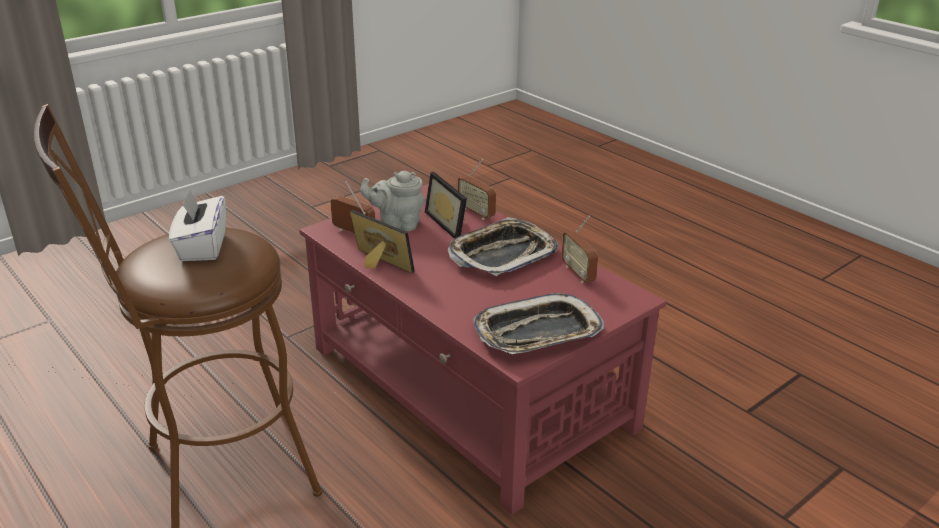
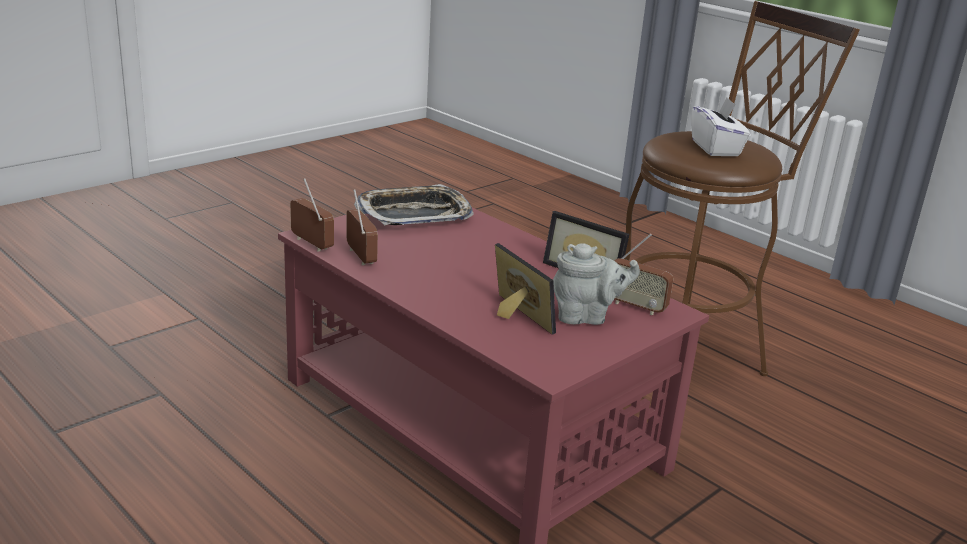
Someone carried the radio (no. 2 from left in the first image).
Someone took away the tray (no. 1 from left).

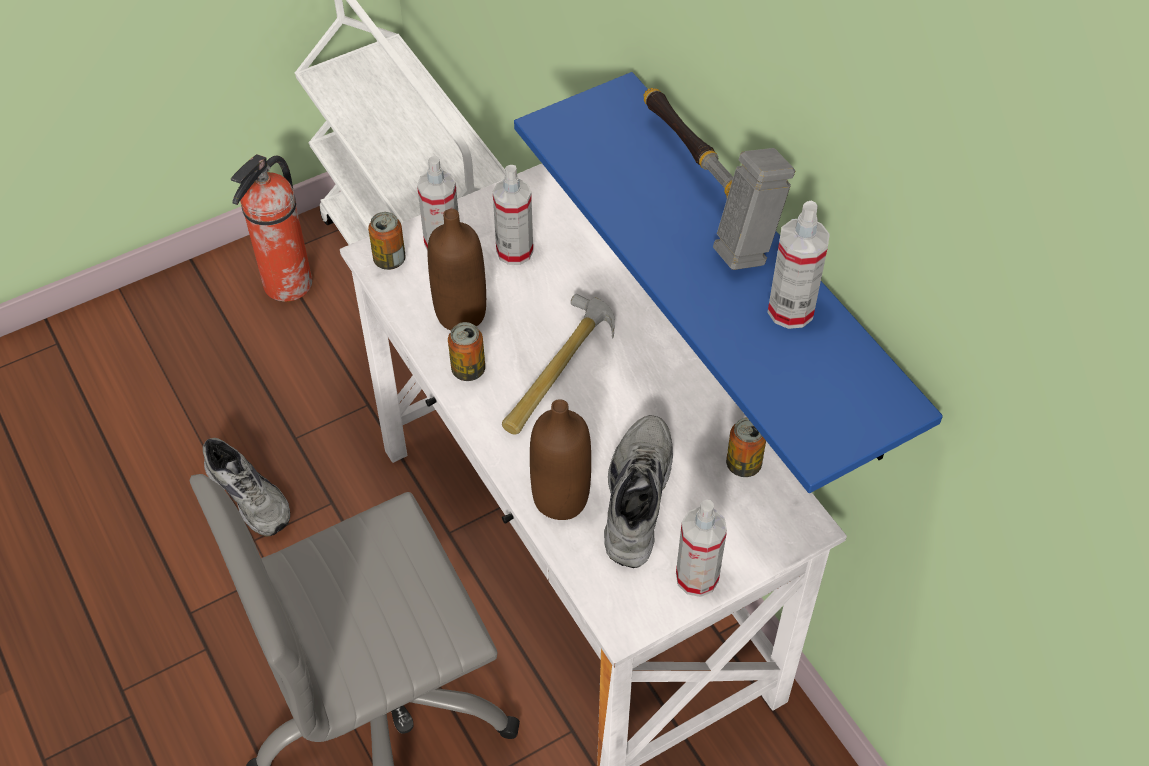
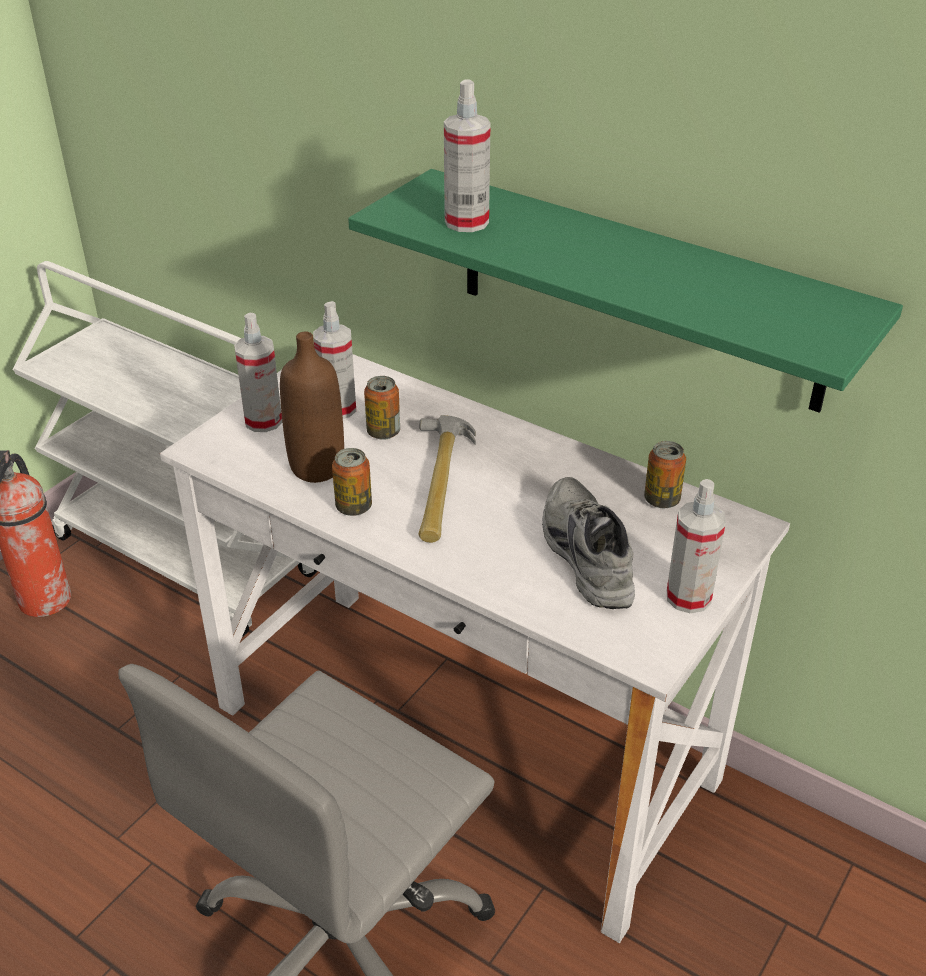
Someone repainted the shelf (blue), which became the shelf (green).
Someone took away the hammer (no. 2 from left).
Someone carried the spray bottle (no. 4 from left in the first image).
Someone carried the can (no. 1 from left in the first image).
Someone took away the bottle (brown) (no. 2 from left).
Someone took away the shoe (grey) (no. 1 from left).

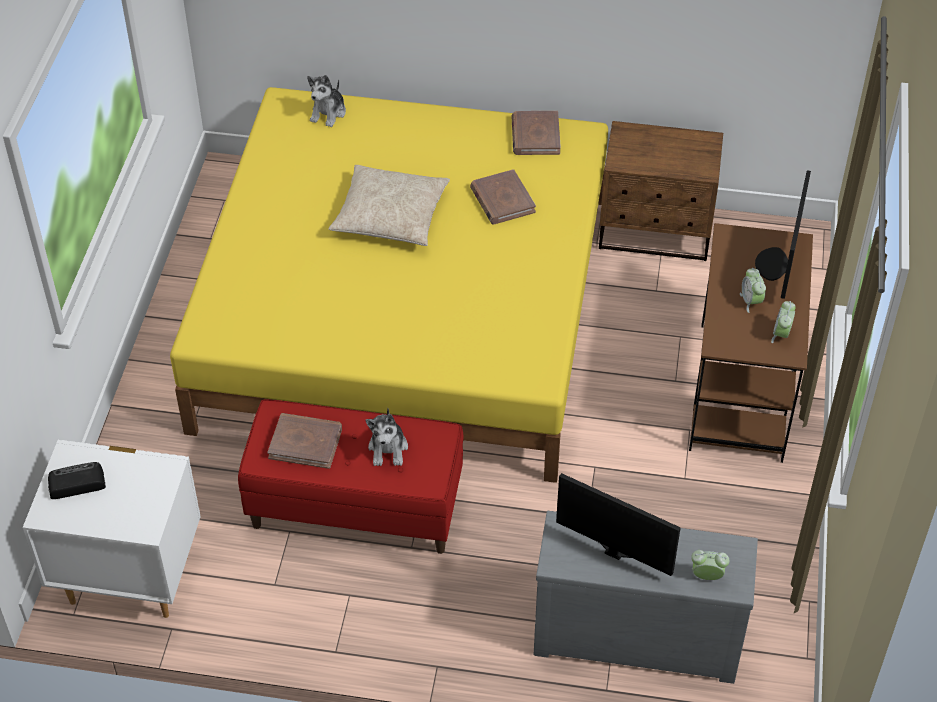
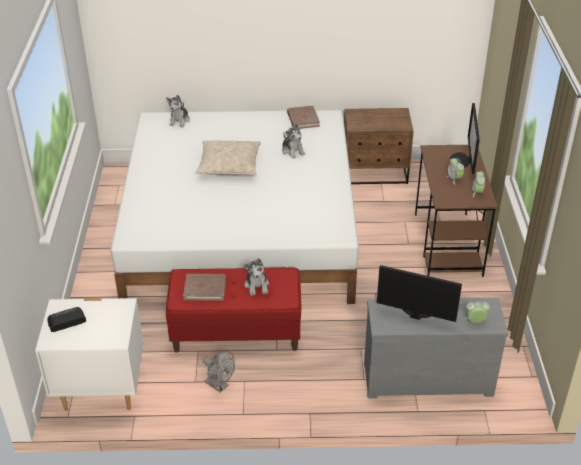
Someone repainted the bed (yellow), which became the bed (white).
Someone swapped the book (brown) (no. 2 from left) for the plush toy (no. 3 from left).
Someone put down the fan (grey).

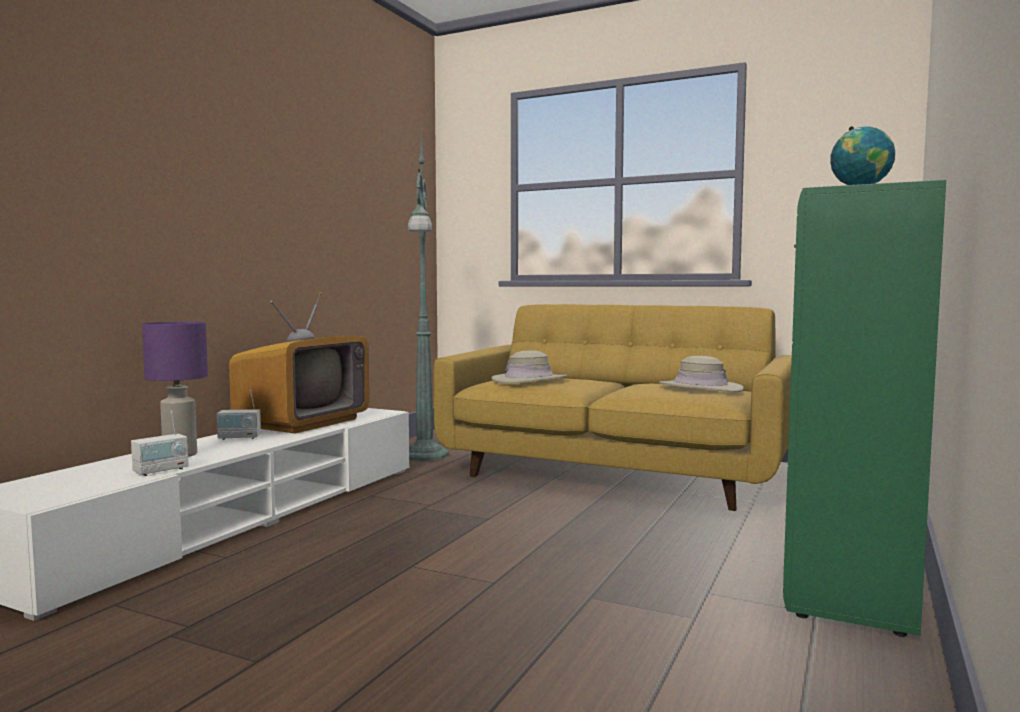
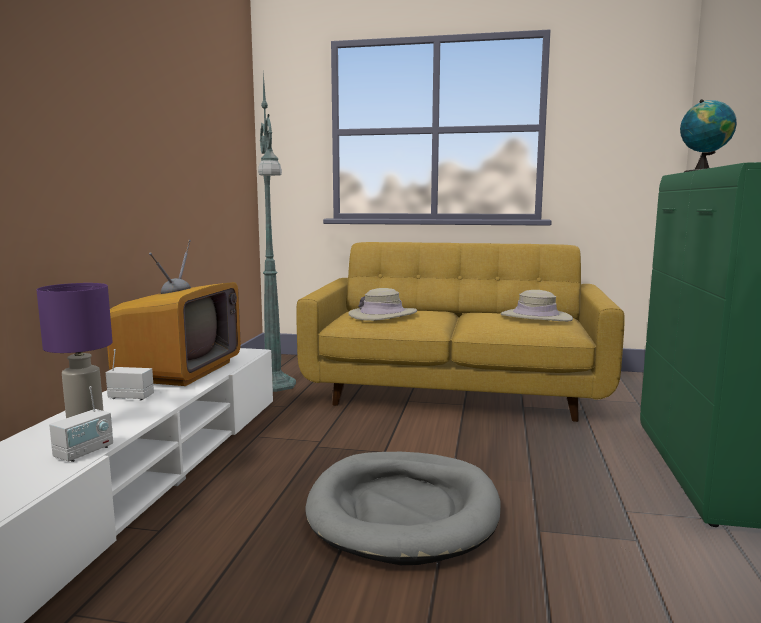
Someone rotated the radio (no. 2 from left) by 150 degrees counterclockwise.
Someone put down the dog bed (grey).

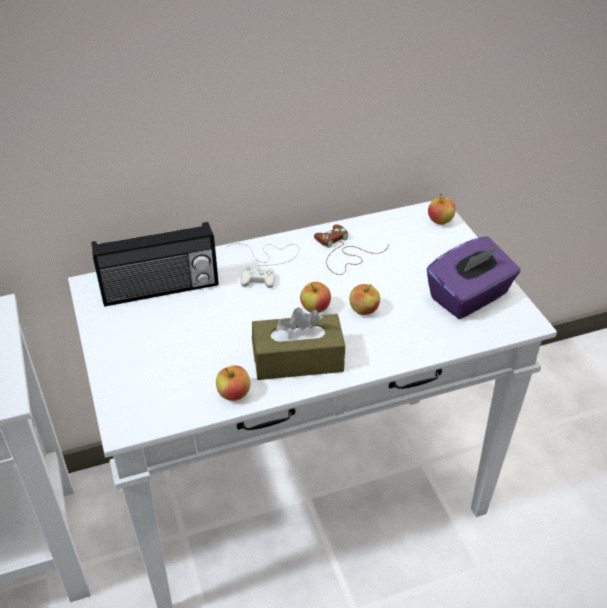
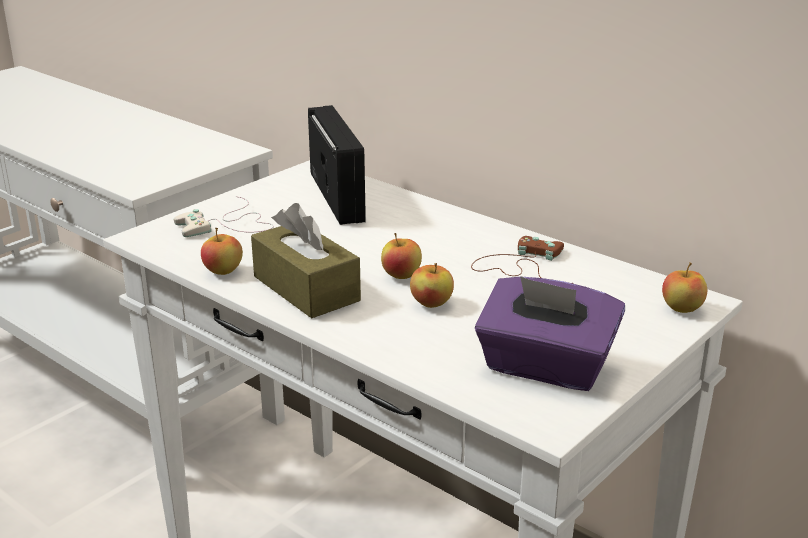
Someone rotated the radio by 150 degrees counterclockwise.
Someone carried the game controller (white).

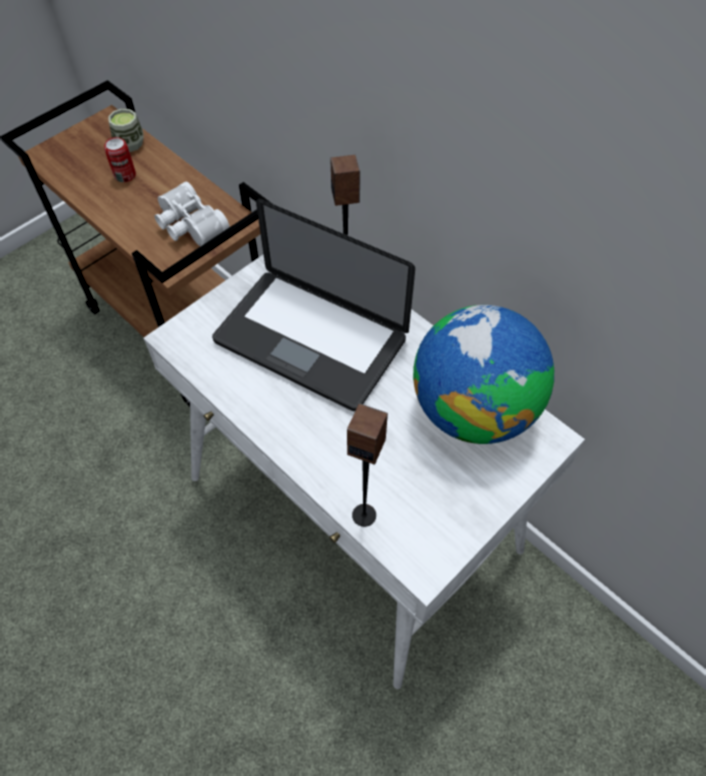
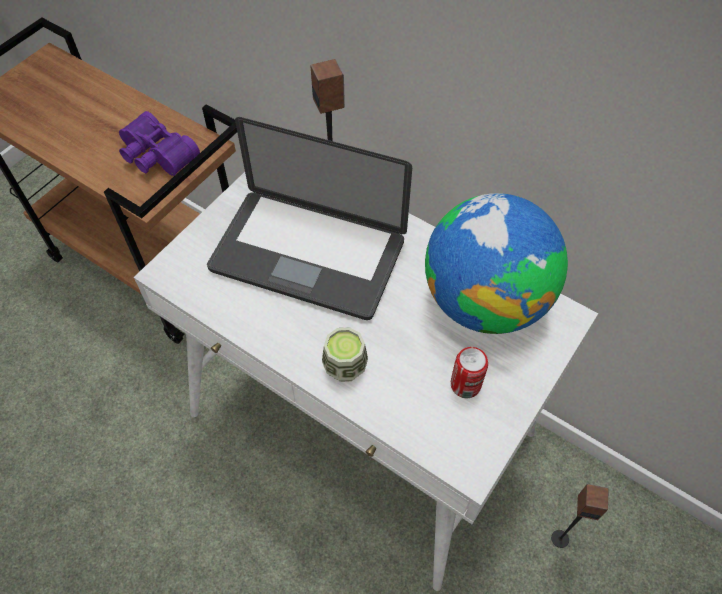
Someone carried the cup.
Someone carried the can.
Someone repainted the binoculars (white), which became the binoculars (purple).
Someone carried the speaker (no. 2 from left).

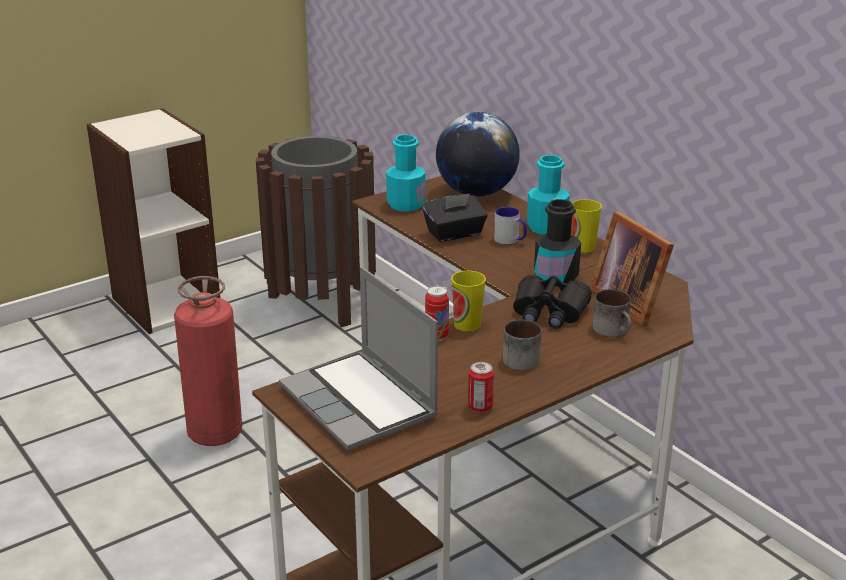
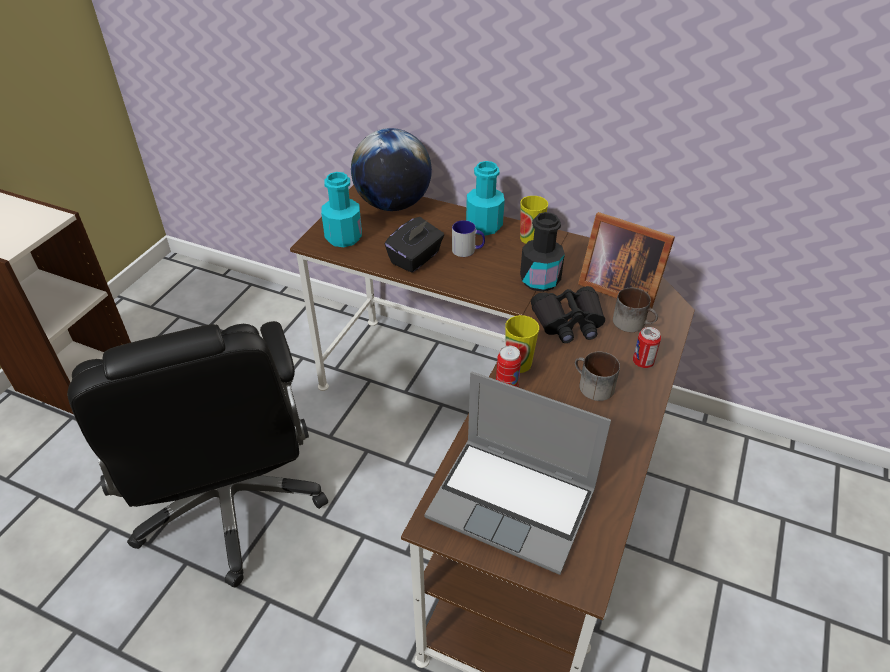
Someone took away the trash can (brown).
Someone swapped the fire extinguisher for the office chair (black).
Someone carried the can (no. 2 from left).

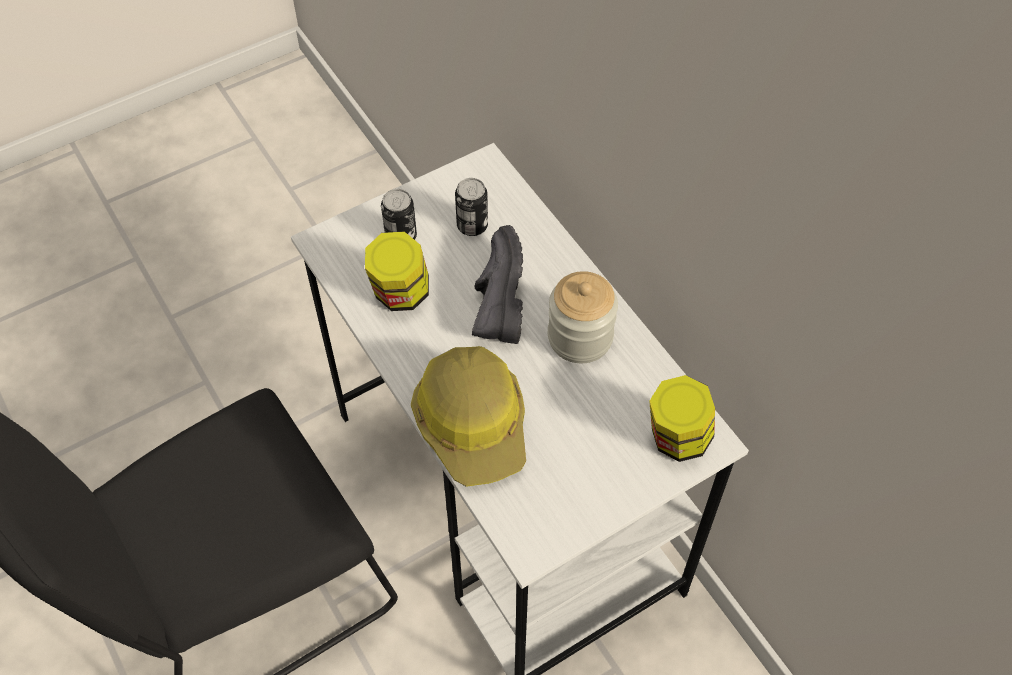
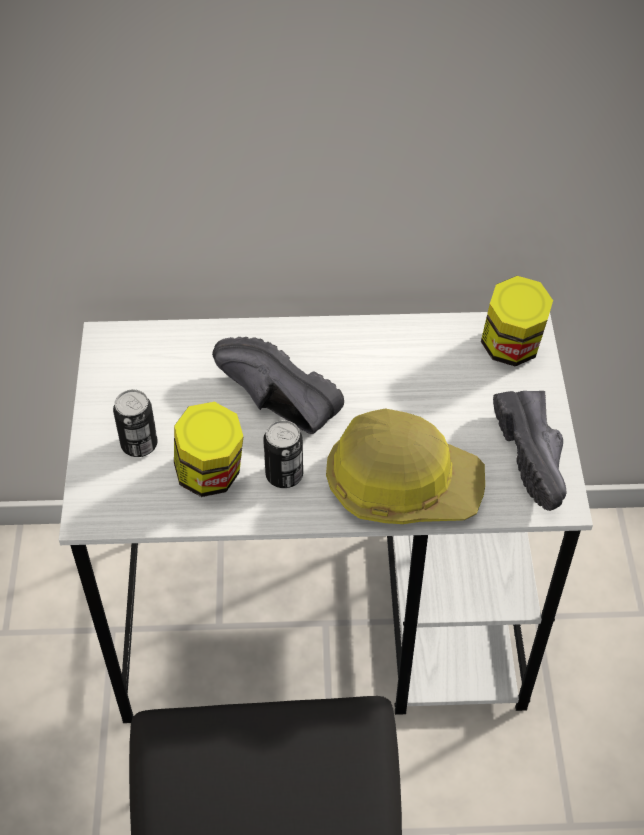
Someone carried the can (no. 2 from left).
Someone took away the jar (no. 2 from left).
Someone put down the shoe (black) (no. 2 from left).

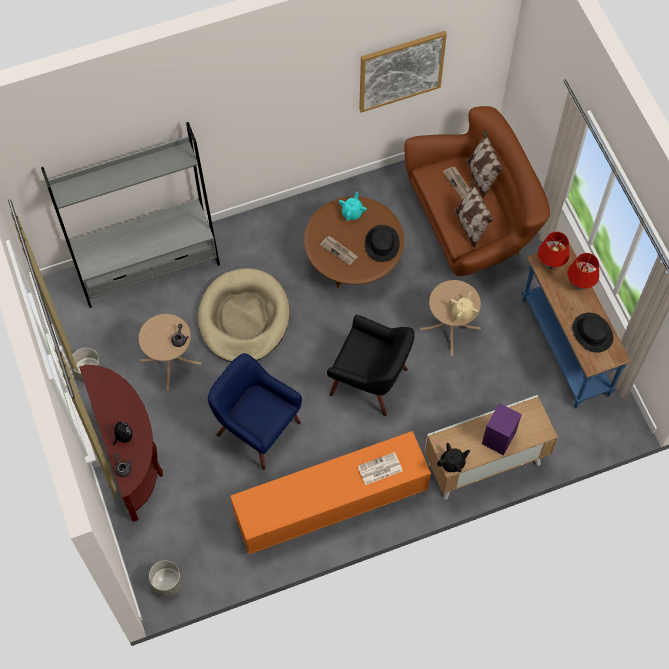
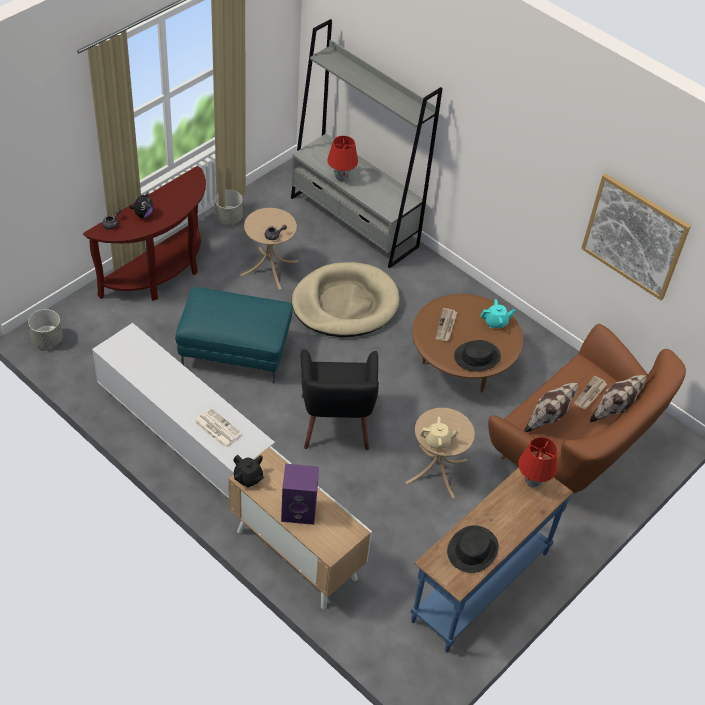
Someone carried the table lamp (red) (no. 2 from left in the first image).
Someone swapped the armchair (blue) for the ottoman (turquoise).
Someone repainted the tv stand (orange), which became the tv stand (white).

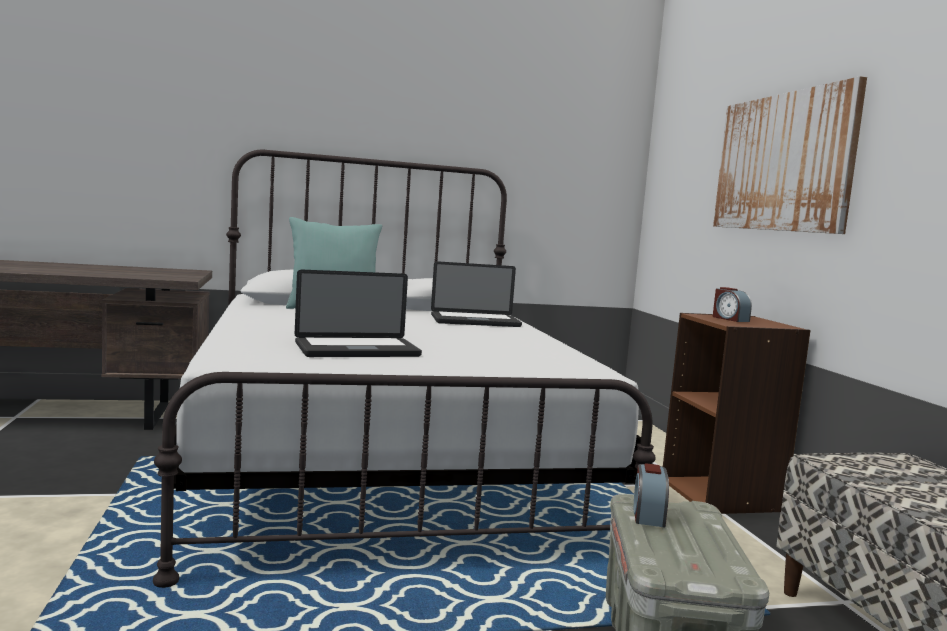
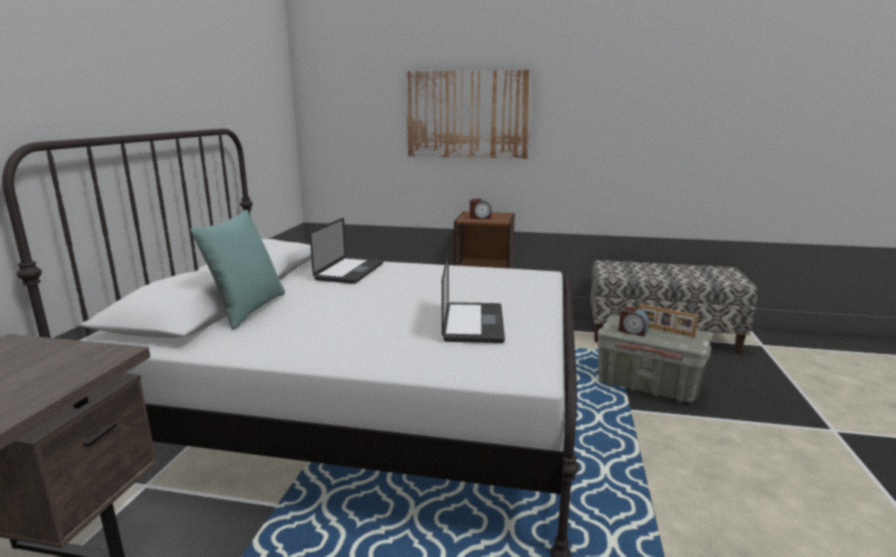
Someone put down the picture frame.

